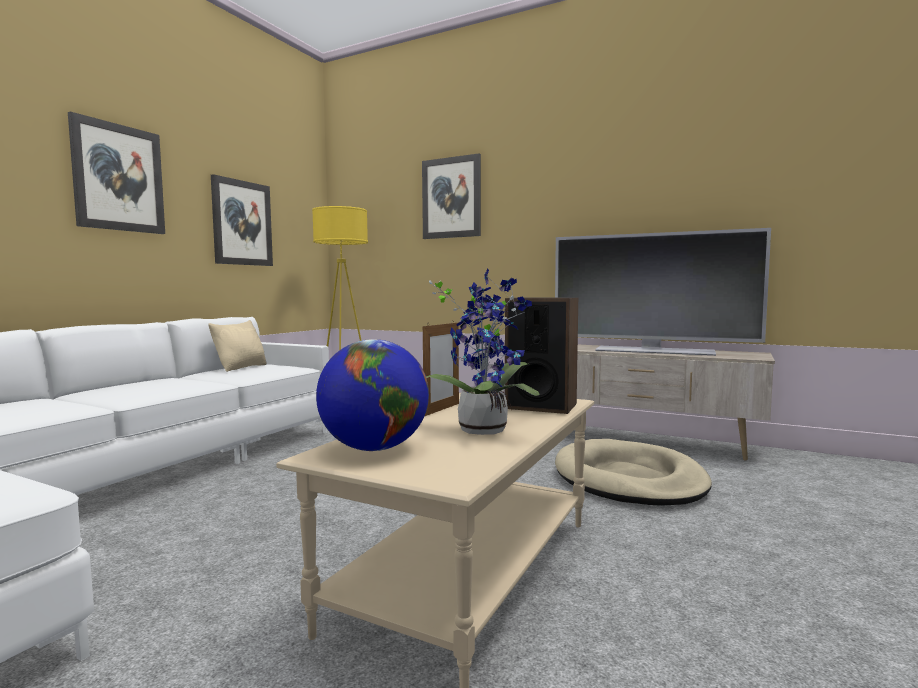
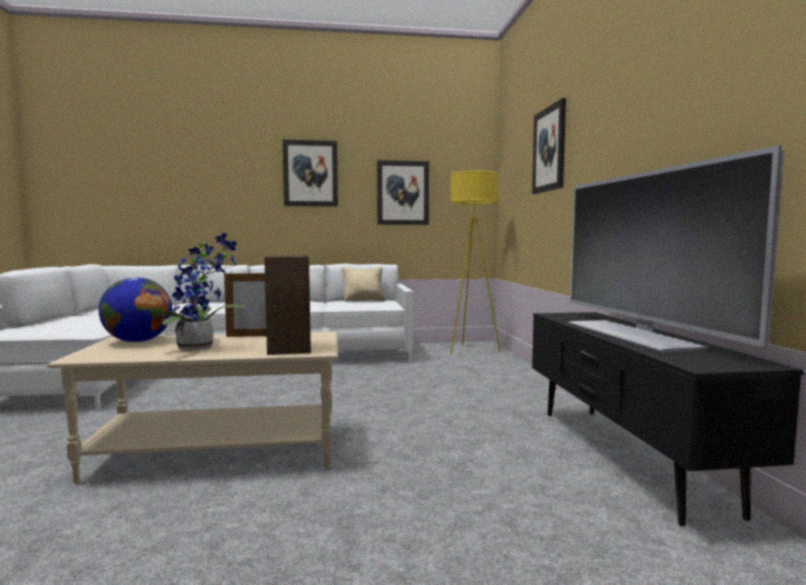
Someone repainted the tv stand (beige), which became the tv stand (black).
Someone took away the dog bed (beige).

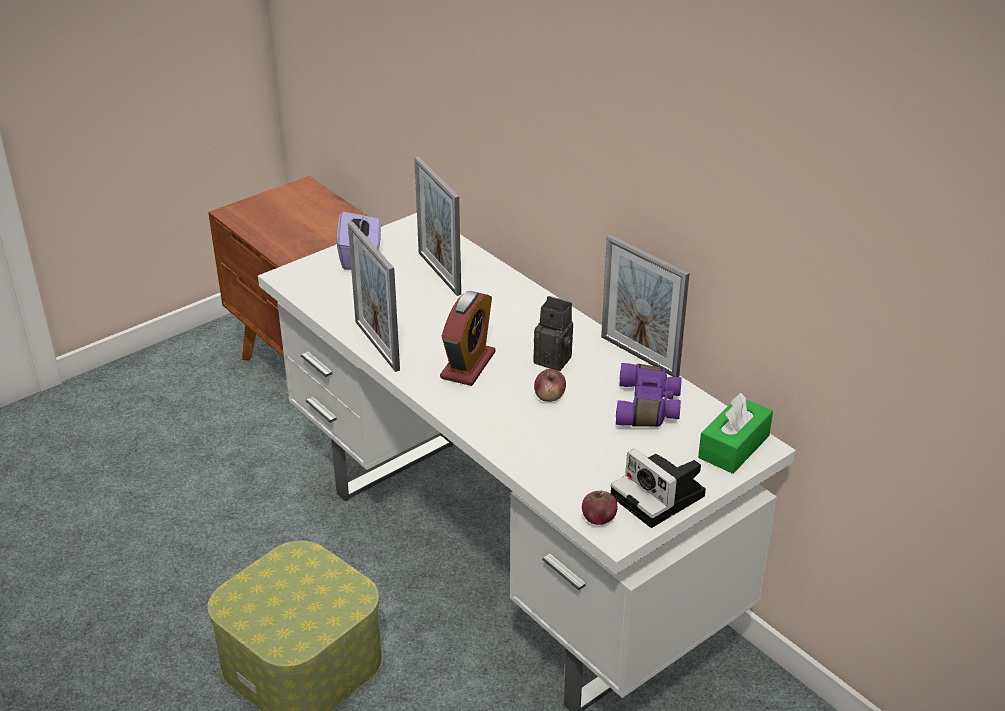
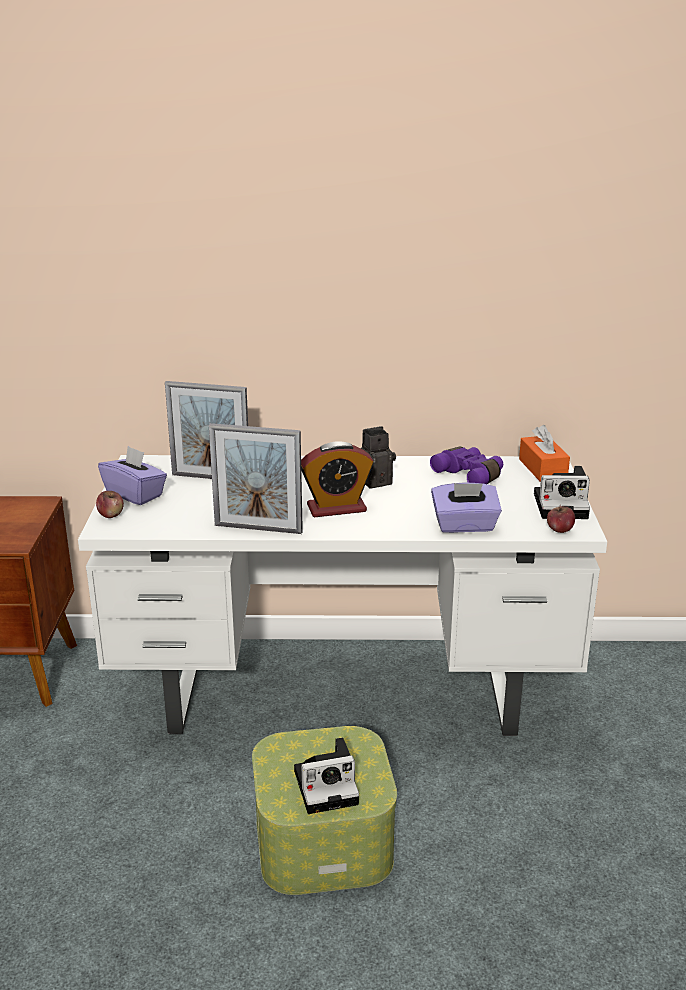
Someone took away the picture frame (no. 3 from left).
Someone rotated the alarm clock by 105 degrees clockwise.
Someone carried the apple (no. 1 from left).
Someone repainted the tissue box (green), which became the tissue box (orange).
Someone put down the tissue box (purple) (no. 2 from left).
Someone put down the photo camera (no. 1 from left).

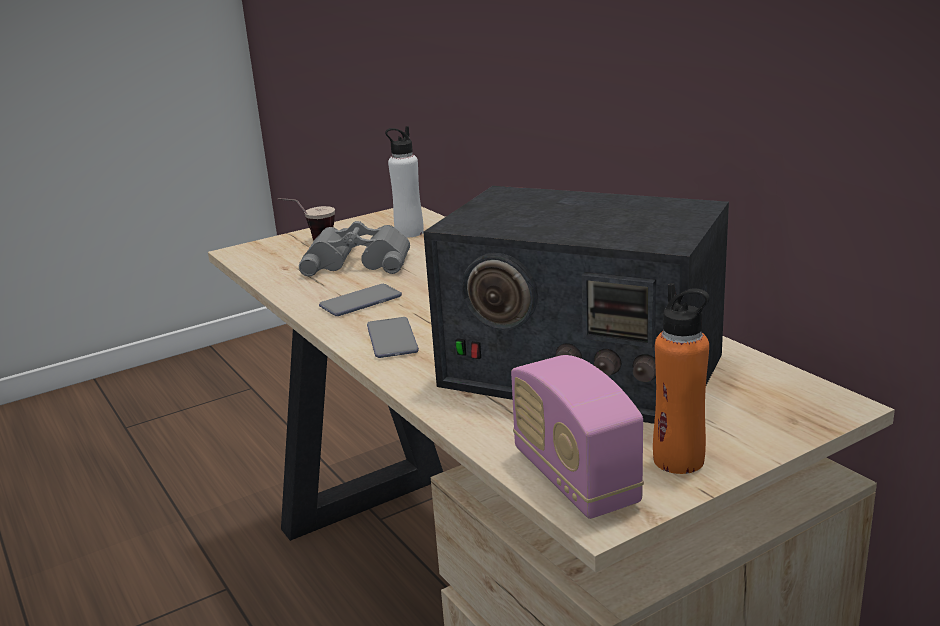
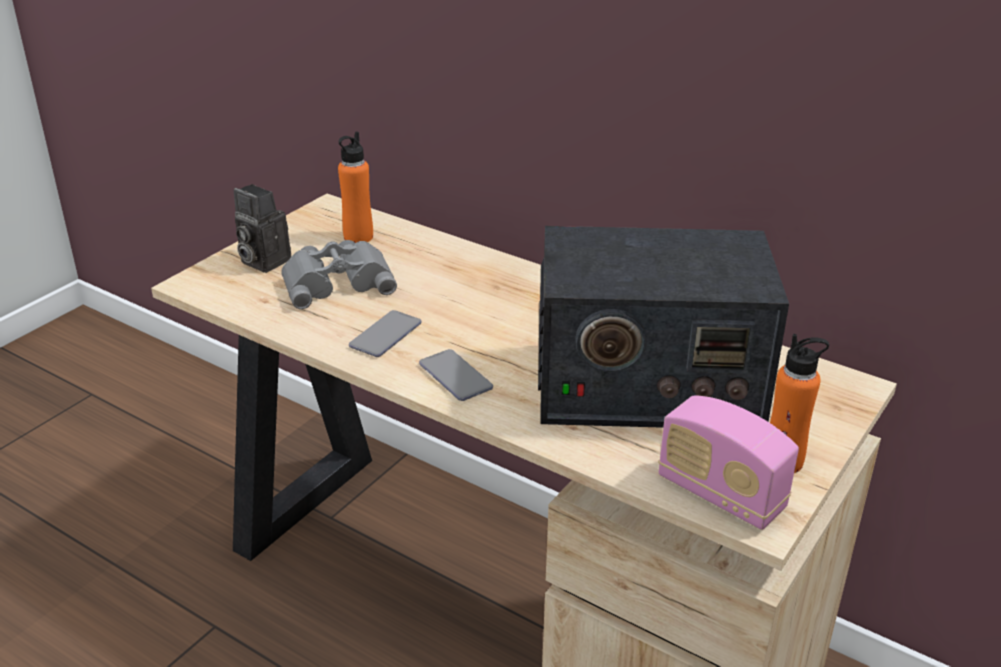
Someone repainted the bottle (white), which became the bottle (orange) (no. 1 from left).
Someone swapped the cup for the photo camera.

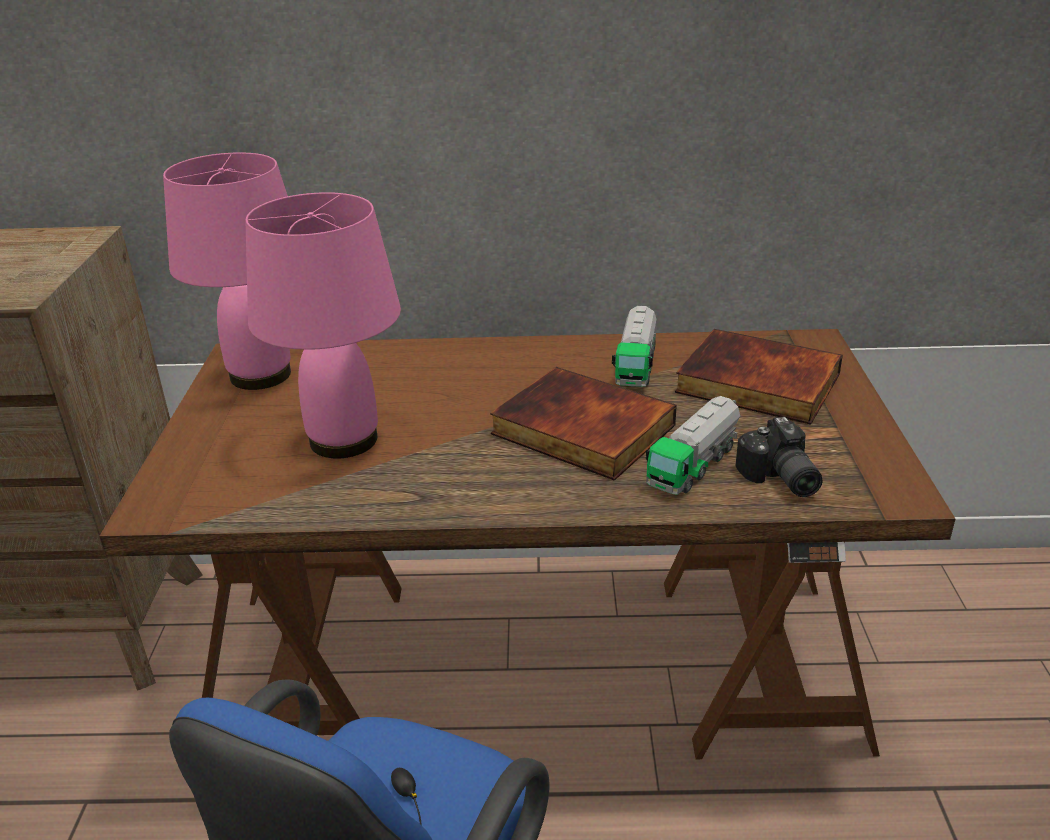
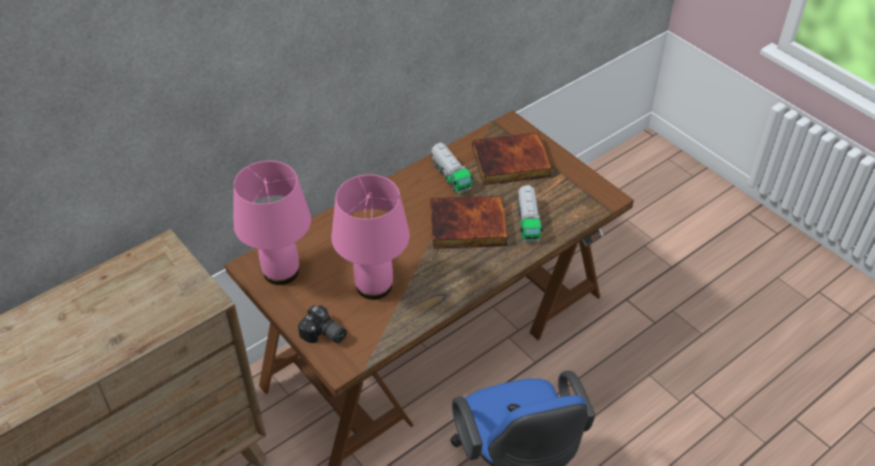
Someone carried the photo camera.

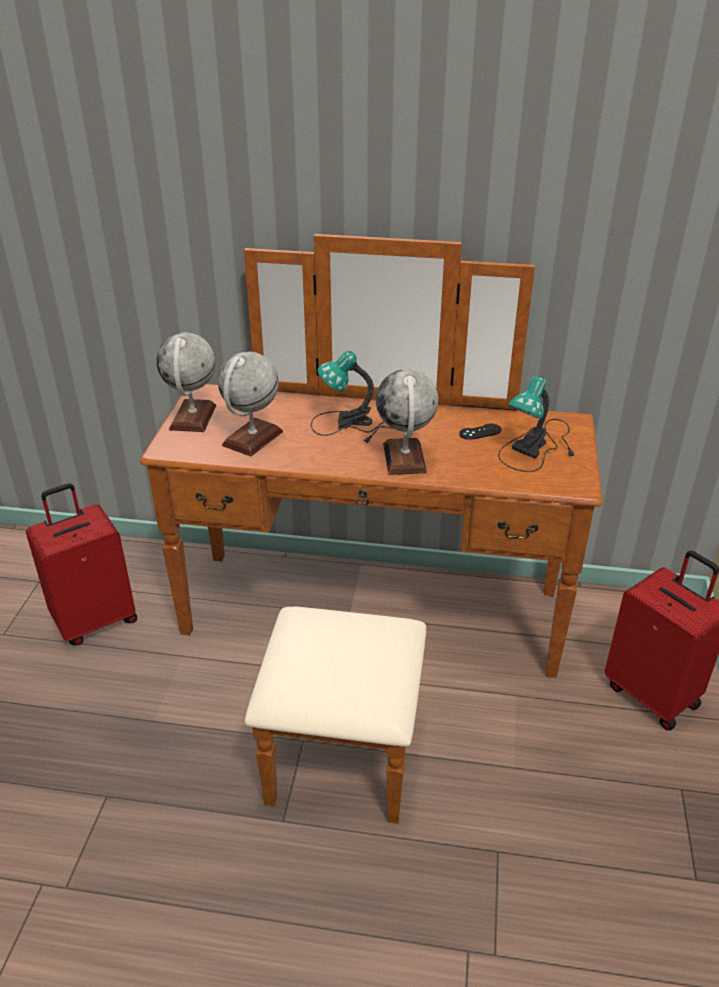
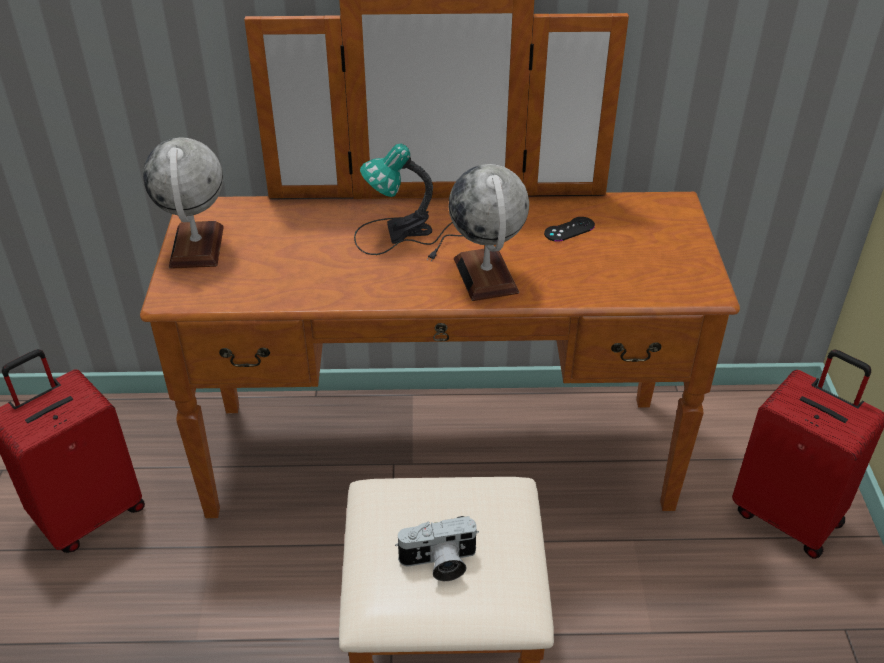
Someone took away the globe (no. 2 from left).
Someone took away the table lamp (no. 2 from left).
Someone put down the photo camera.

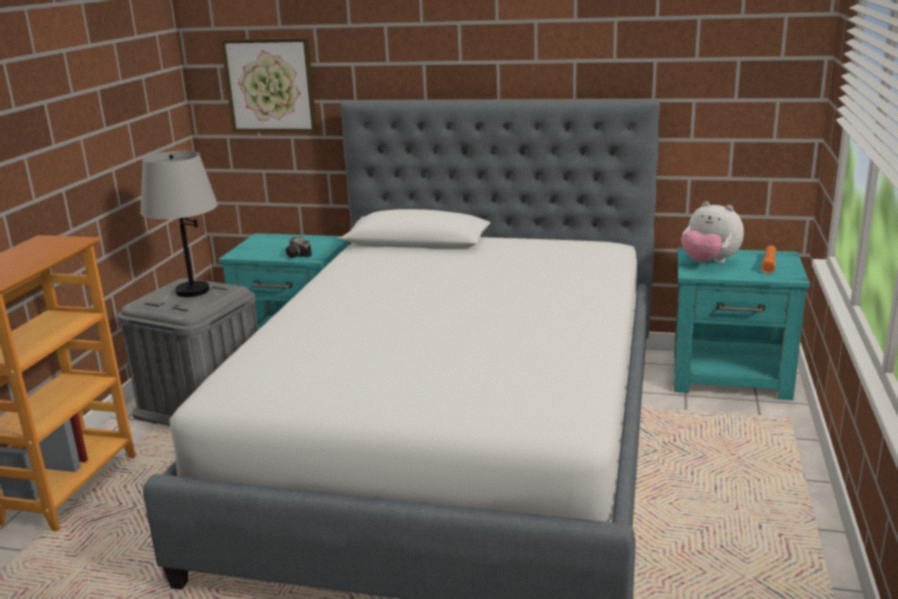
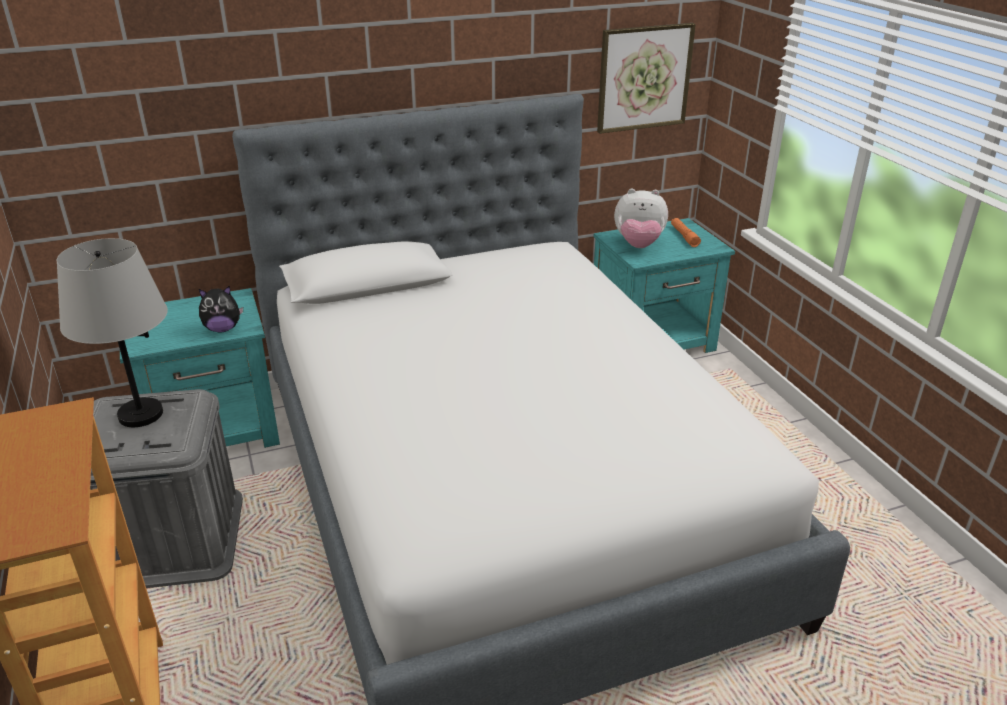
Someone carried the picture.
Someone swapped the photo camera for the plush toy (no. 1 from left).

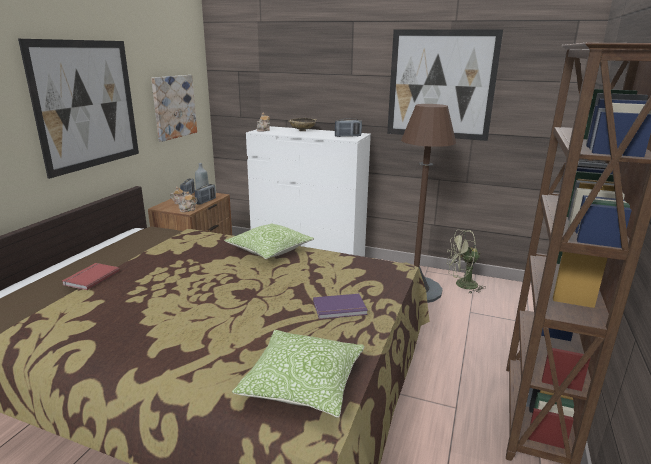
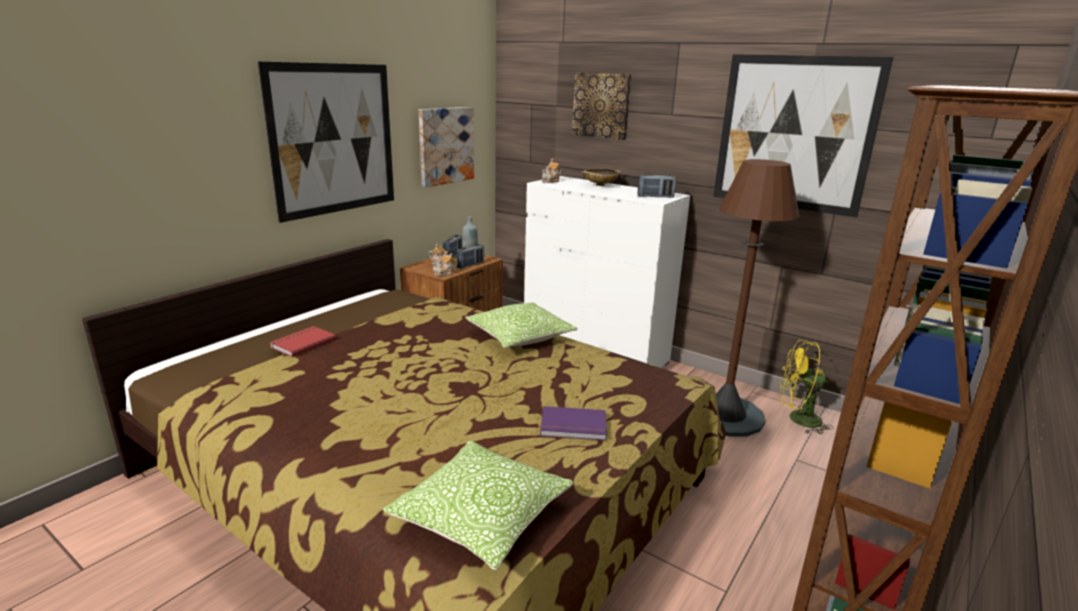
Someone repainted the fan (green), which became the fan (yellow).
Someone put up the picture (no. 3 from left).

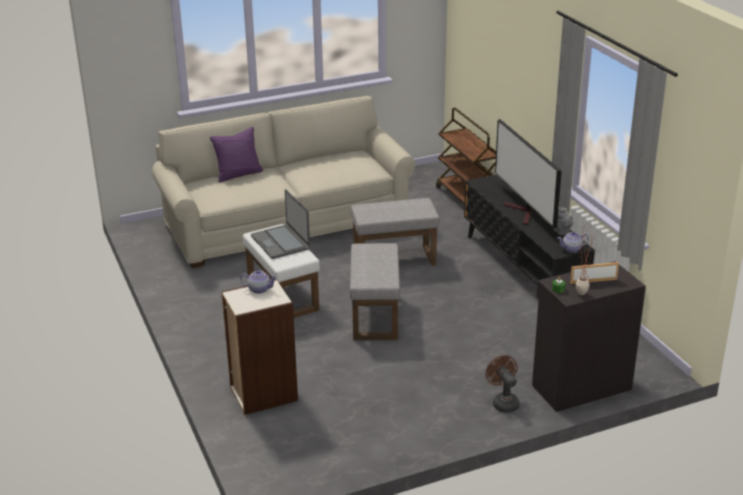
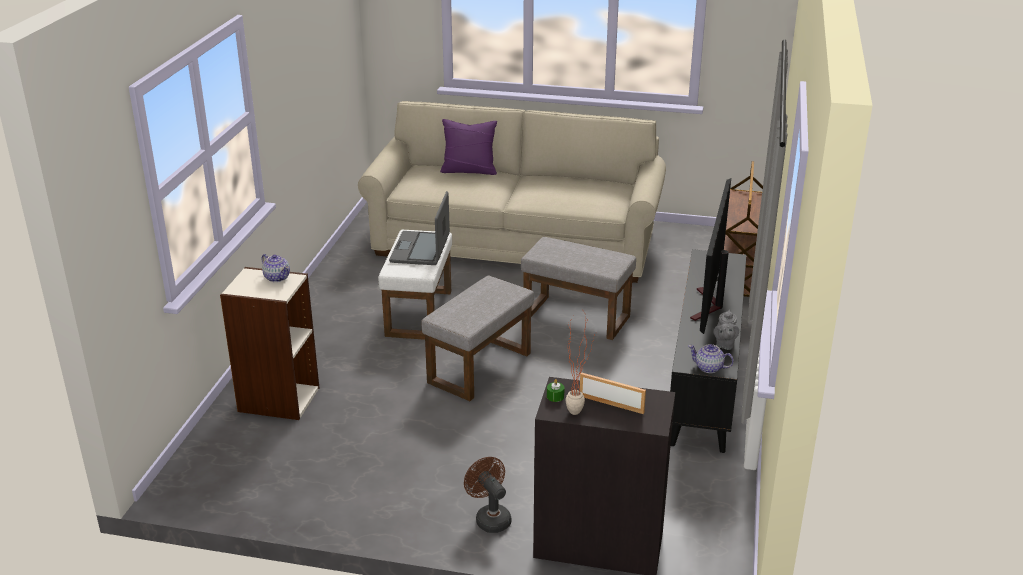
Someone rotated the fan (brown) by 45 degrees counterclockwise.

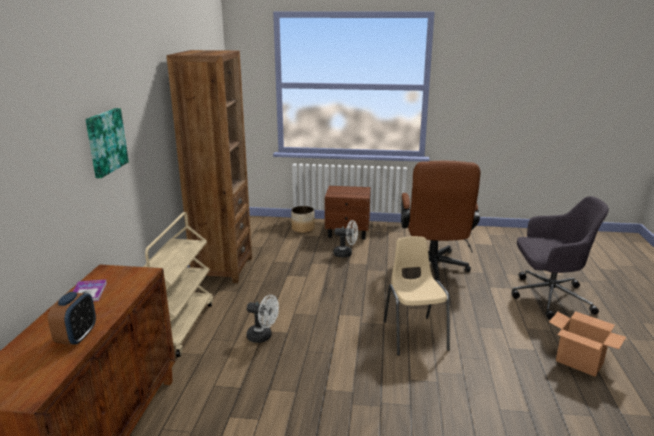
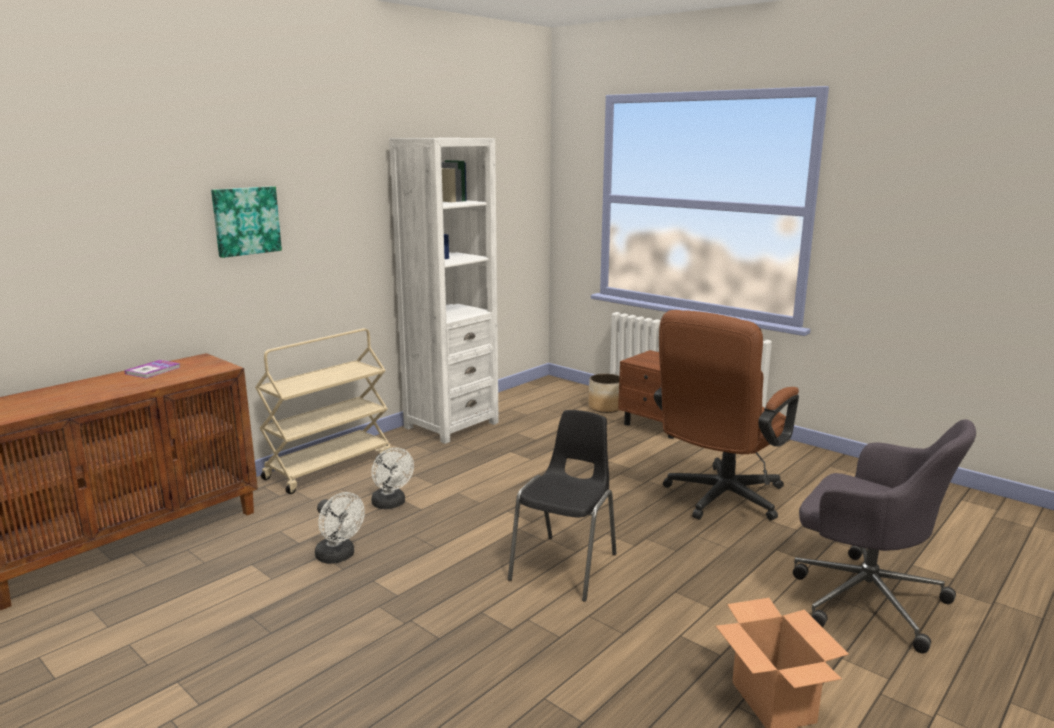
Someone repainted the bookcase (brown), which became the bookcase (white).
Someone carried the fan (white) (no. 2 from left in the first image).
Someone repainted the chair (beige), which became the chair (black).
Someone took away the alarm clock.

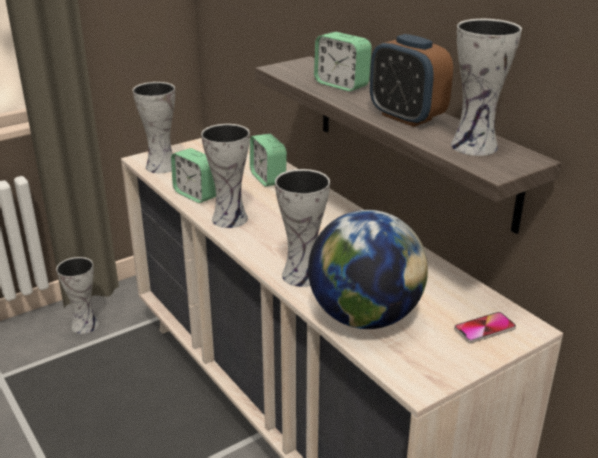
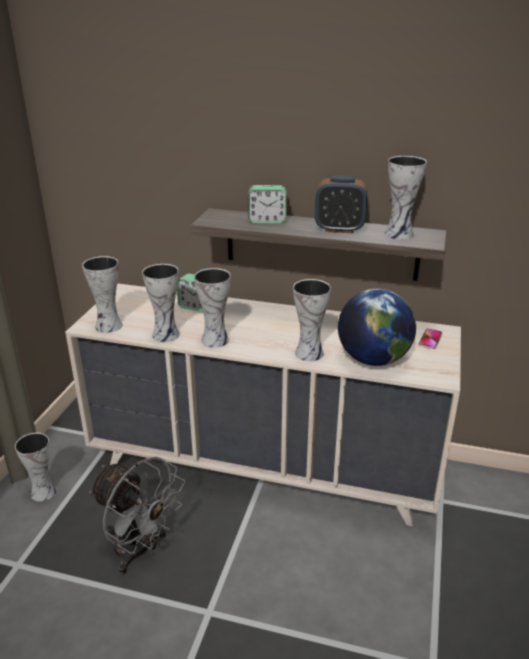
Someone swapped the alarm clock (no. 1 from left) for the vase (no. 3 from left).
Someone put down the fan (grey).

